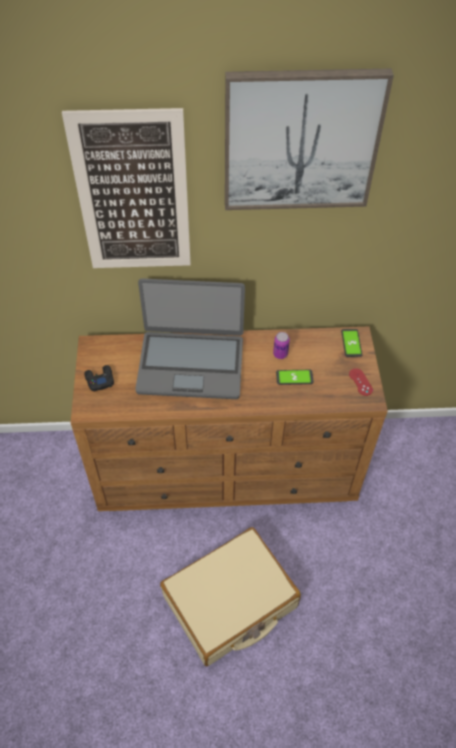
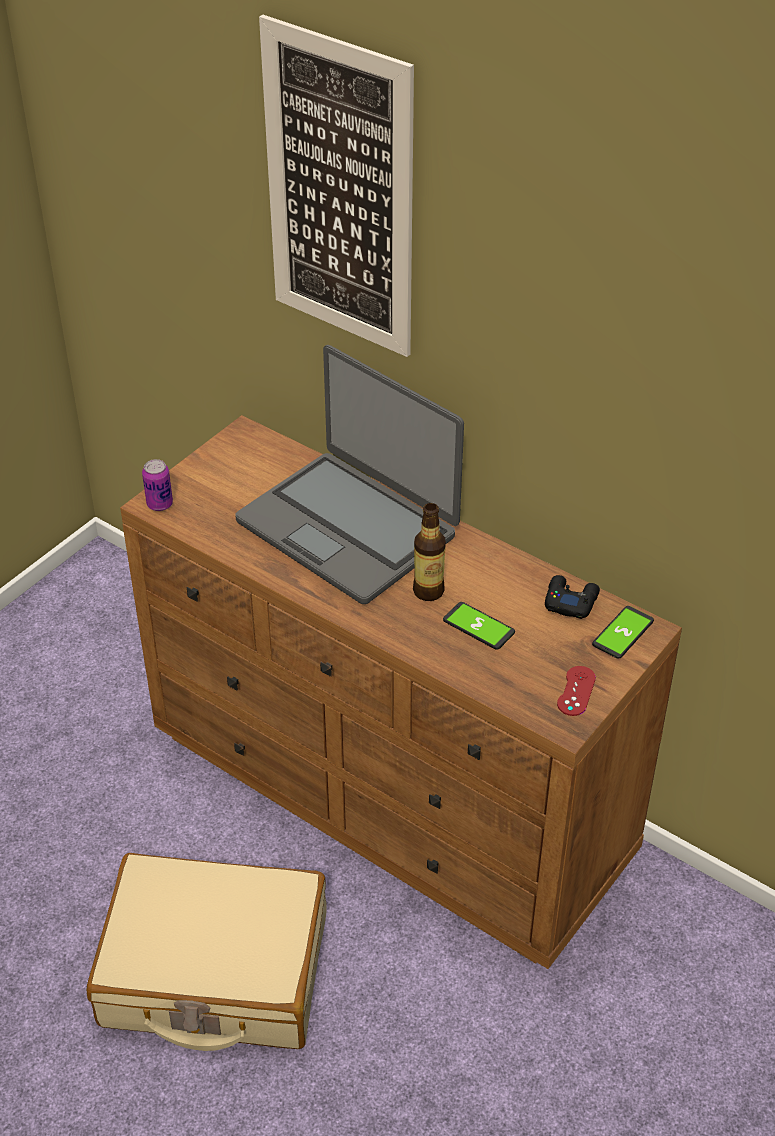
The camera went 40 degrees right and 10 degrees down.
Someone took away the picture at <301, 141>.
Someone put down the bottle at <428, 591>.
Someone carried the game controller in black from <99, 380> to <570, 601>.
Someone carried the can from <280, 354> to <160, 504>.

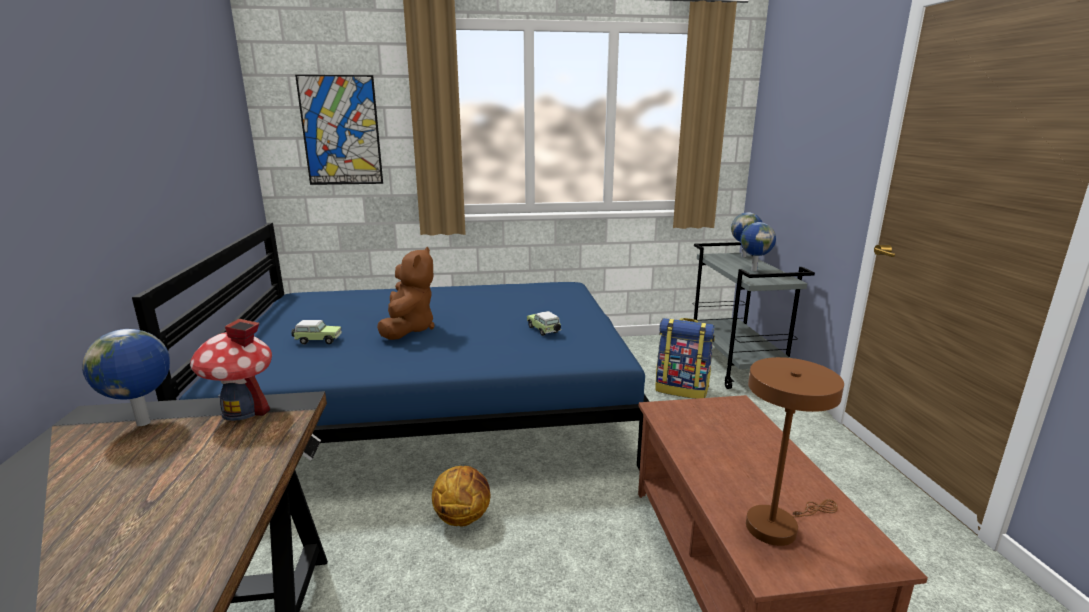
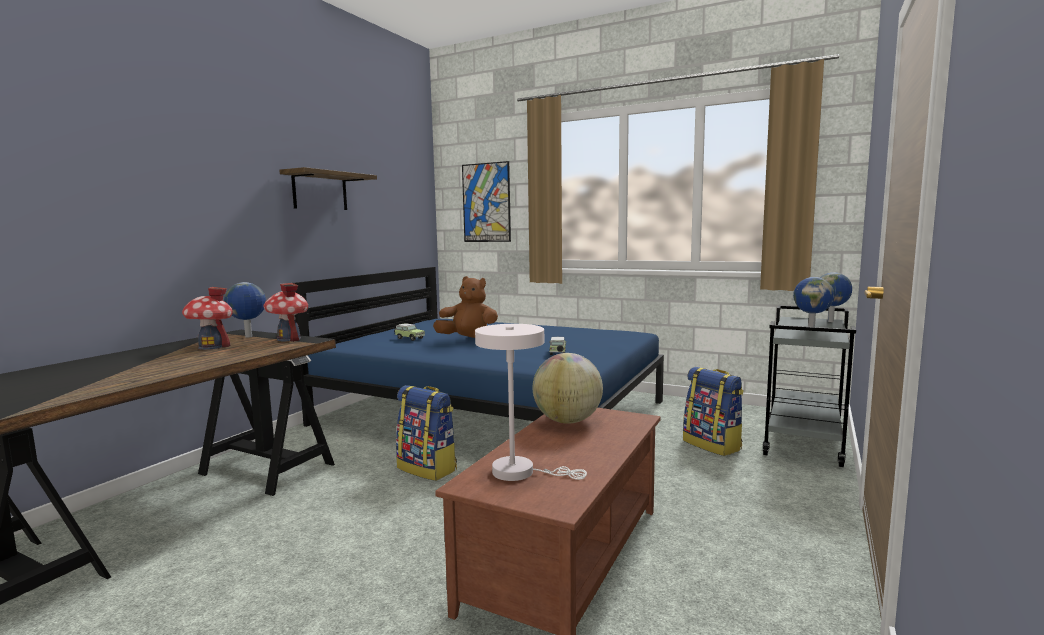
The camera went 35 degrees right and 10 degrees down.
Someone put down the toy house at <211, 347>.
Someone put up the shelf at <320, 191>.
Someone put down the globe at <567, 421>.
Someone swapped the basketball at <463, 517> for the backpack at <428, 469>.
Someone repainted the table lamp in brown at <777, 525>, which became the table lamp in white at <521, 472>.
Someone rotated the plush toy in brown at <408, 329> by 105 degrees counterclockwise.

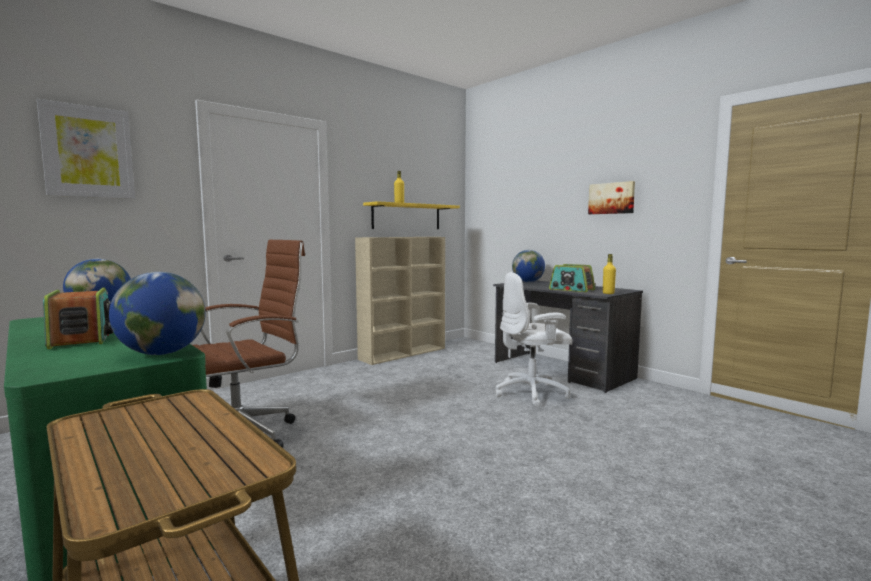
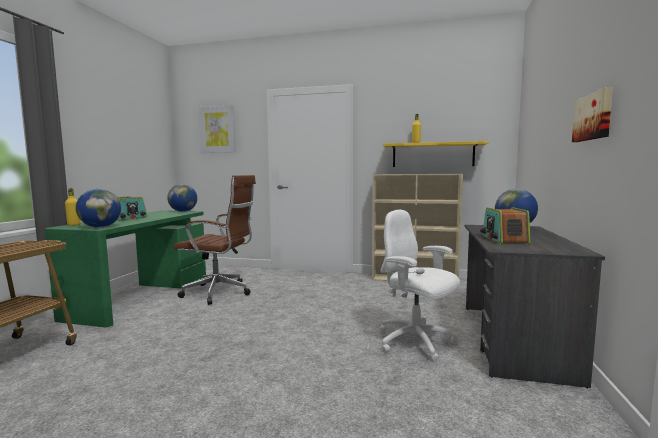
The camera went 55 degrees right and 0 degrees up.
Someone carried the bottle in yellow from <608, 293> to <74, 225>.

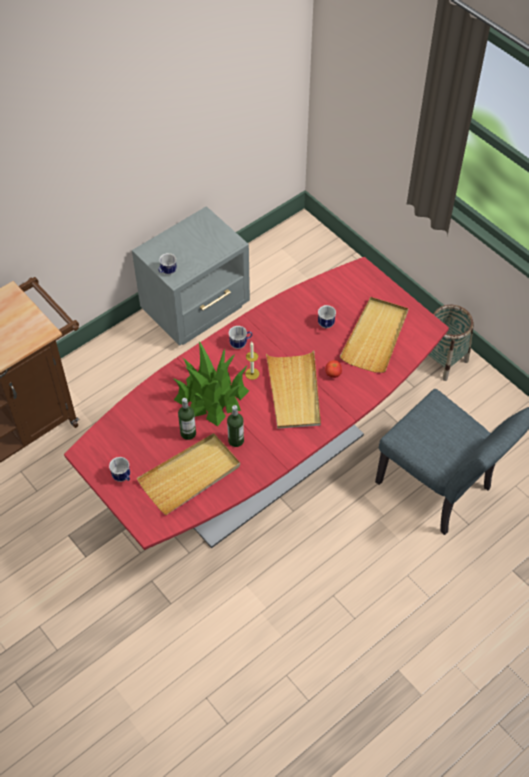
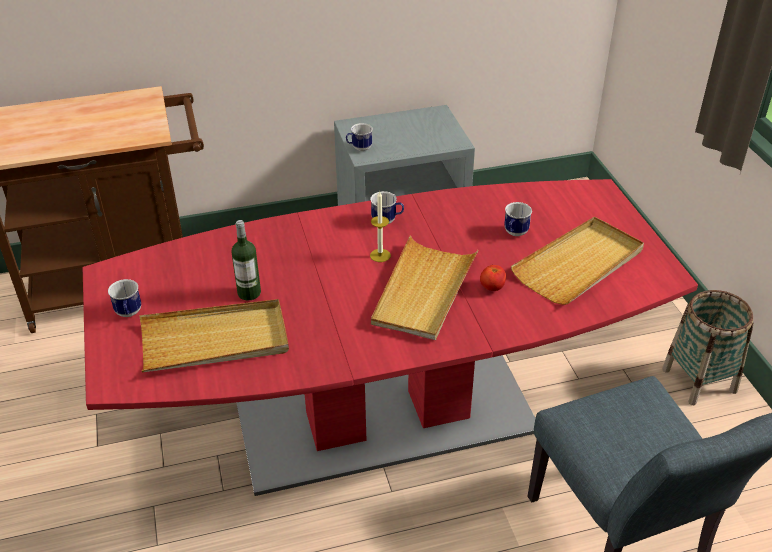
The camera went 25 degrees right and 15 degrees down.
Someone took away the potted plant at <212, 395>.
Someone took away the bottle at <236, 440>.

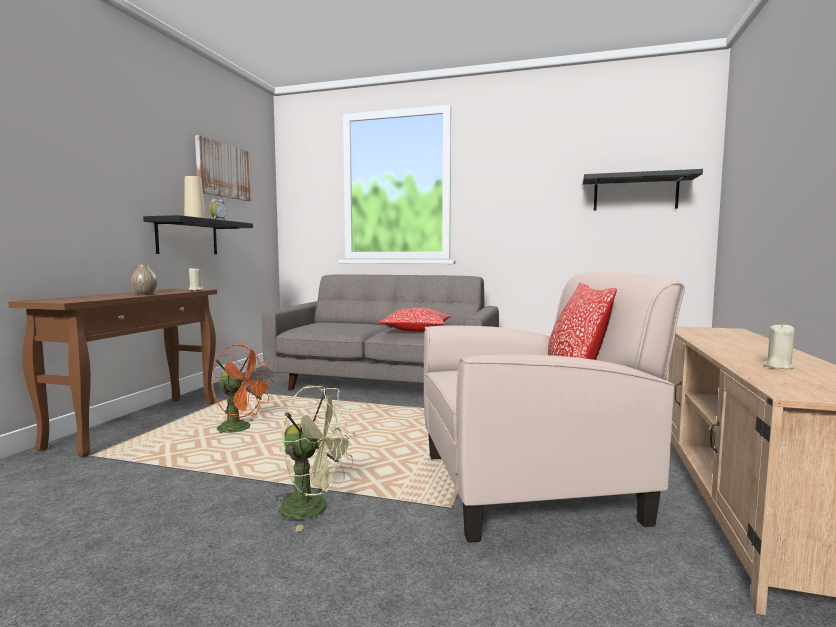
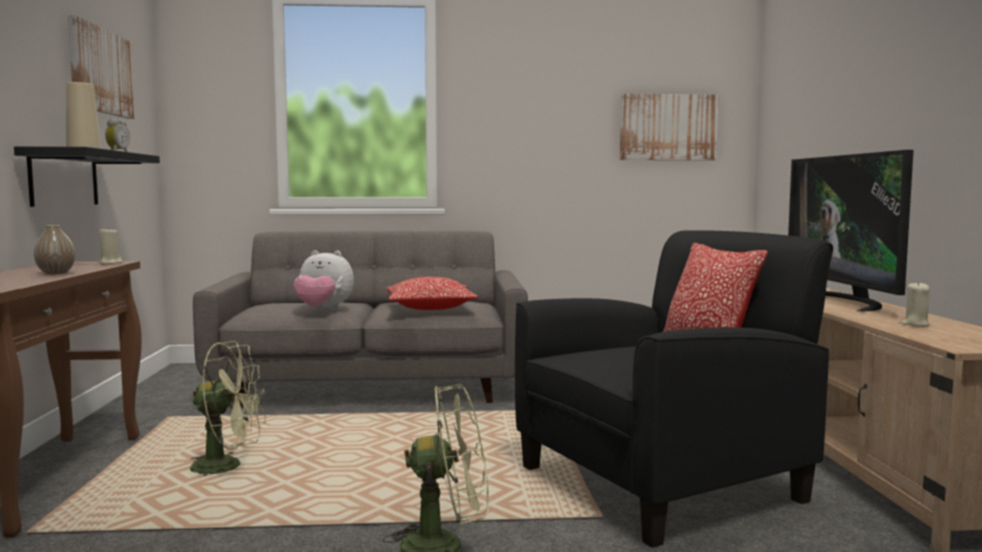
The camera went 20 degrees left and 0 degrees up.
Someone put down the plush toy at <323, 310>.
Someone put down the television at <845, 301>.
Someone swapped the shelf in black at <635, 193> for the picture at <668, 127>.
Someone repainted the fan in orange at <241, 429>, which became the fan in green at <228, 466>.
Someone repainted the armchair in beige at <530, 486>, which became the armchair in black at <662, 483>.

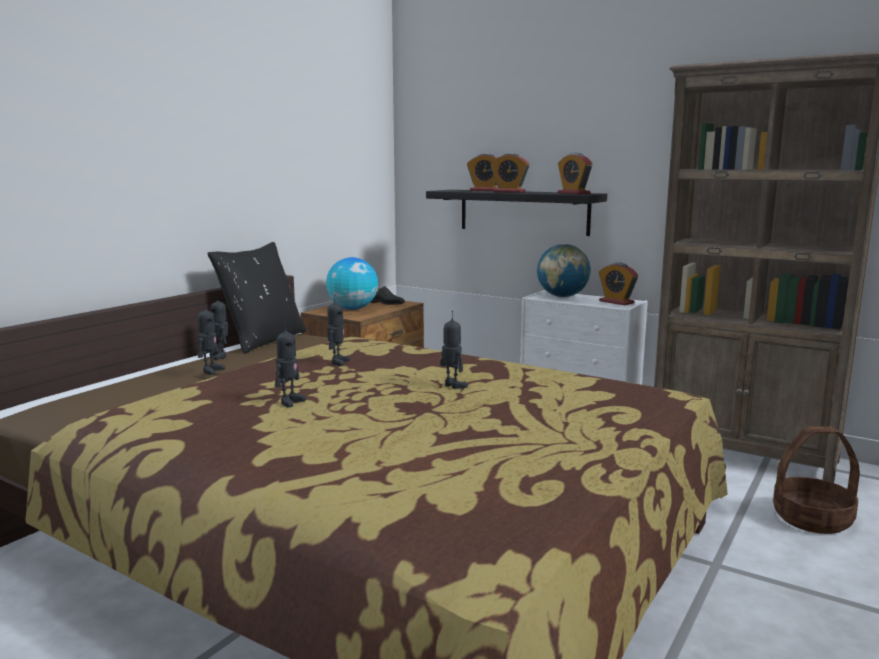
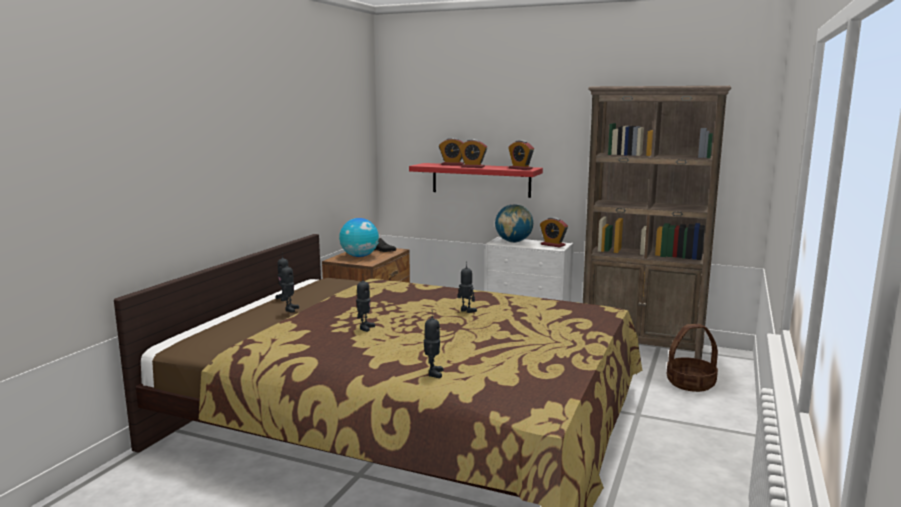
The camera went 10 degrees left and 0 degrees up.
Someone took away the pillow in black at <263, 340>.
Someone carried the toy robot from <337, 362> to <433, 373>.
Someone repainted the shelf in black at <523, 211>, which became the shelf in red at <481, 180>.

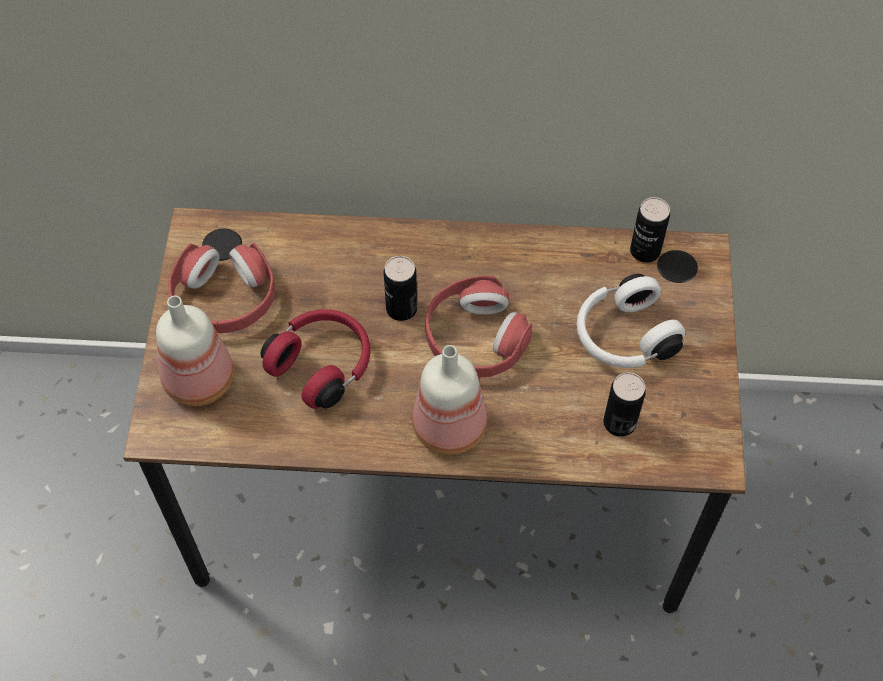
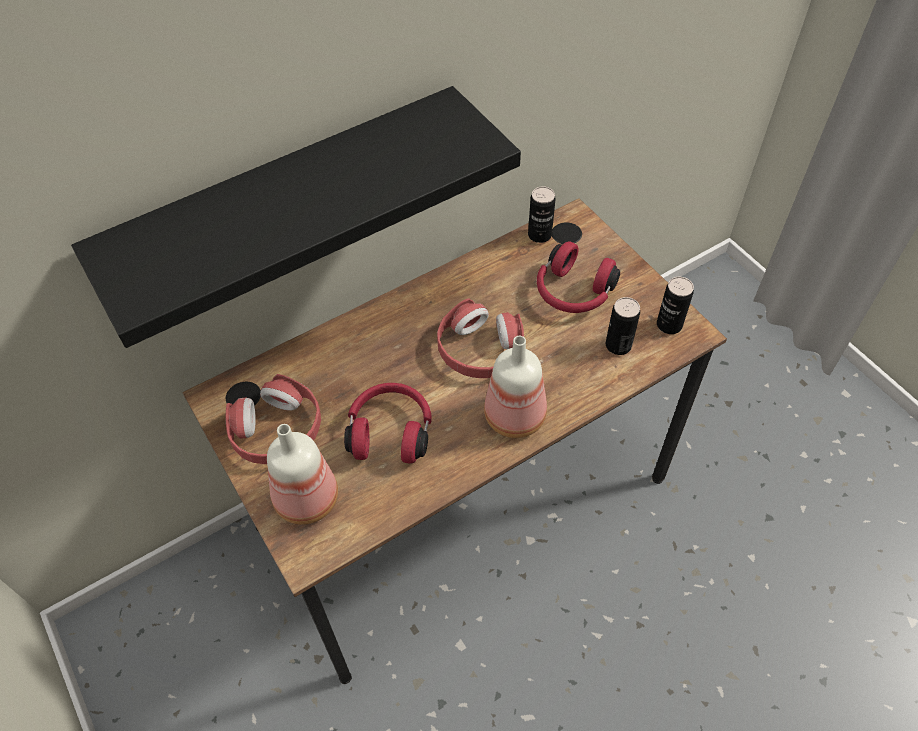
The camera went 35 degrees left and 5 degrees down.
Someone put up the shelf in black at <286, 201>.
Someone carried the can from <401, 308> to <669, 325>.
Someone repainted the headphones in white at <623, 336>, which became the headphones in red at <573, 293>.

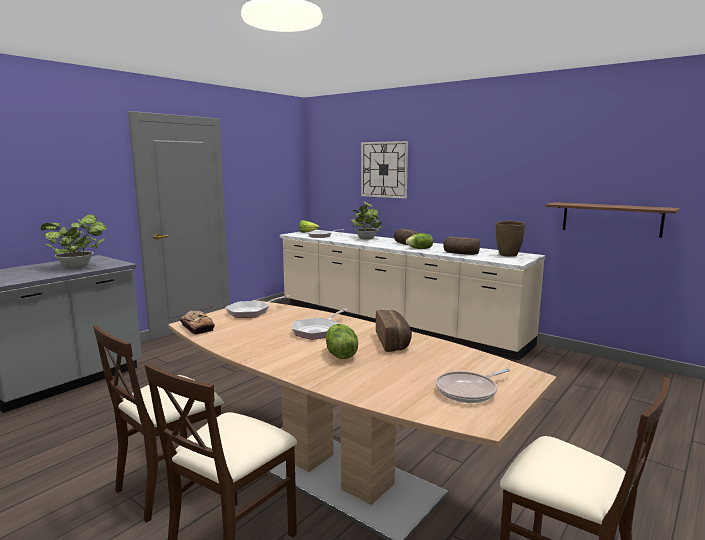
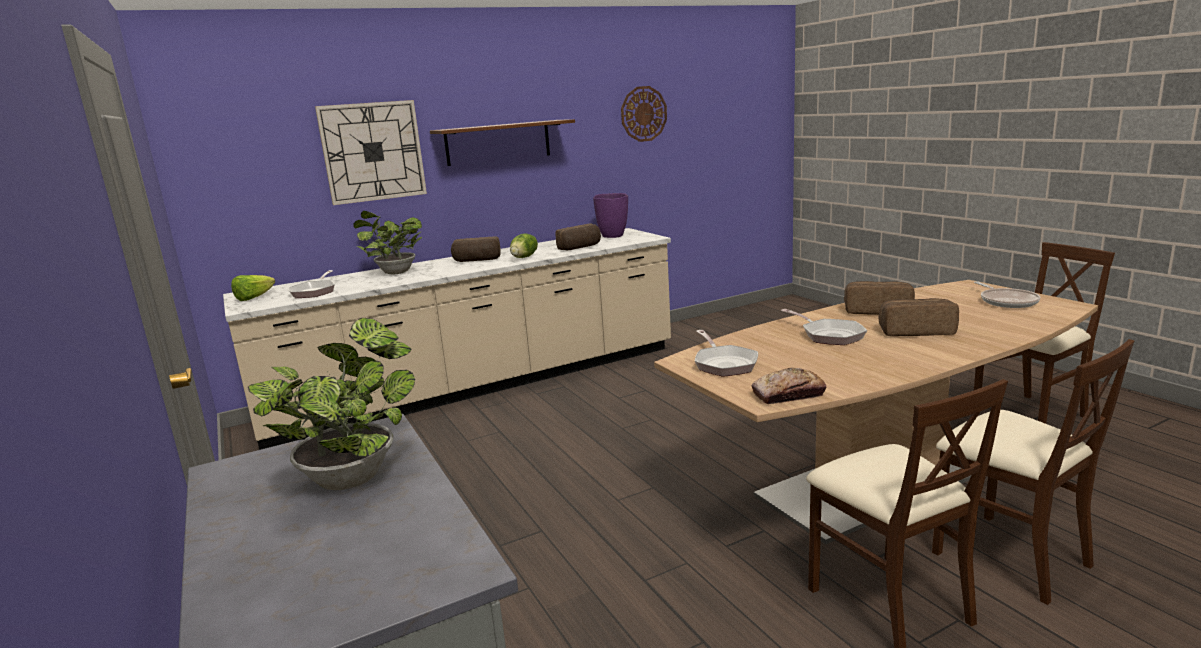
The camera went 65 degrees left and 5 degrees up.
Someone put up the wall clock at <643, 114>.
Someone carried the shelf from <611, 219> to <498, 142>.
Someone swapped the lettuce at <340, 355> for the bread at <916, 331>.
Someone repainted the vase in brown at <508, 255>, which became the vase in purple at <613, 236>.

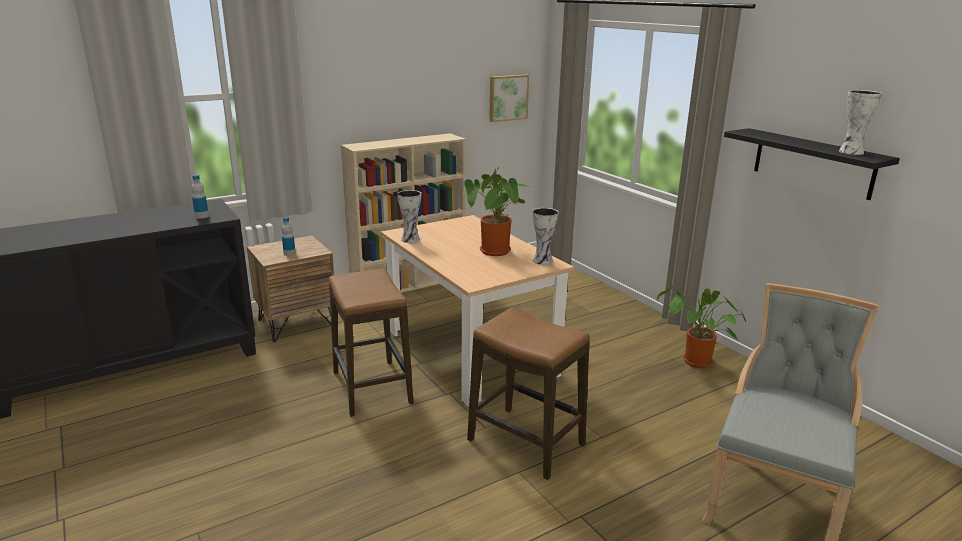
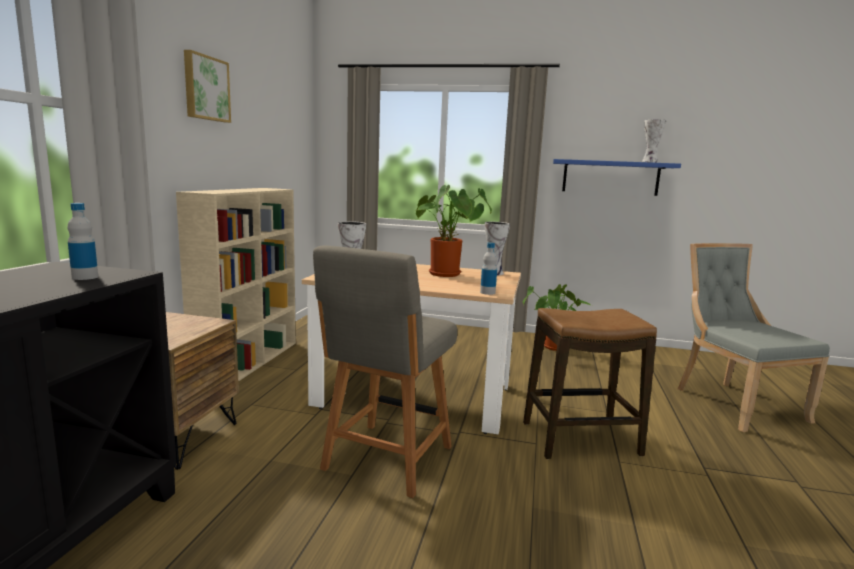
The camera went 45 degrees left and 10 degrees down.
Someone carried the bottle from <289, 253> to <487, 292>.
Someone carried the picture from <507, 97> to <205, 88>.
Someone swapped the stool at <371, 387> for the chair in grey at <386, 460>.
Someone repainted the shelf in black at <812, 163>, which became the shelf in blue at <610, 177>.

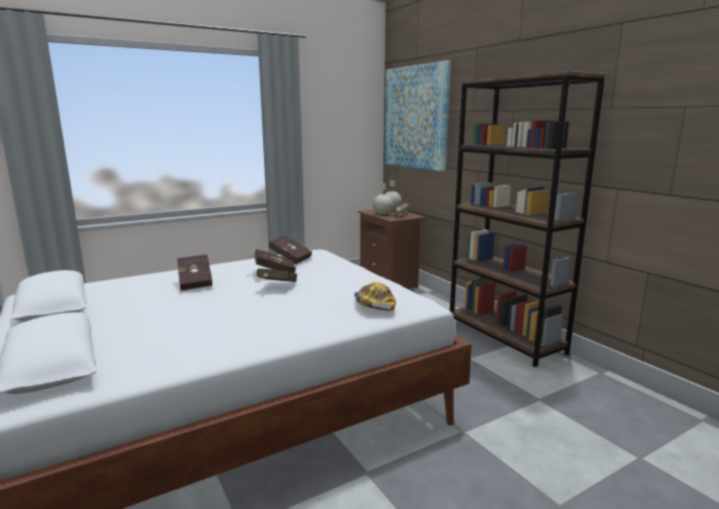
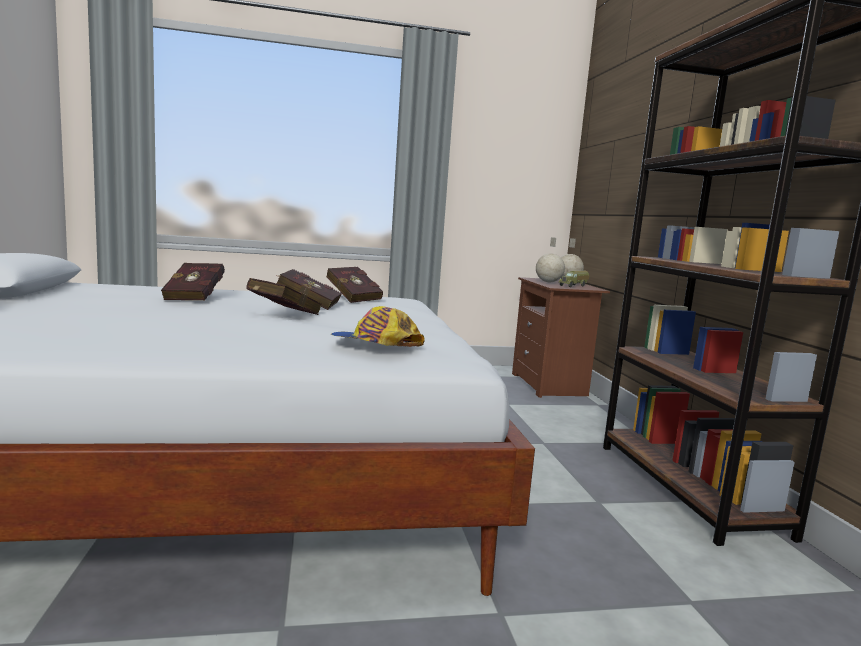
The camera went 20 degrees right and 5 degrees down.
Someone took away the picture at <415, 117>.
Someone rotated the cap at <374, 303> by 75 degrees counterclockwise.

